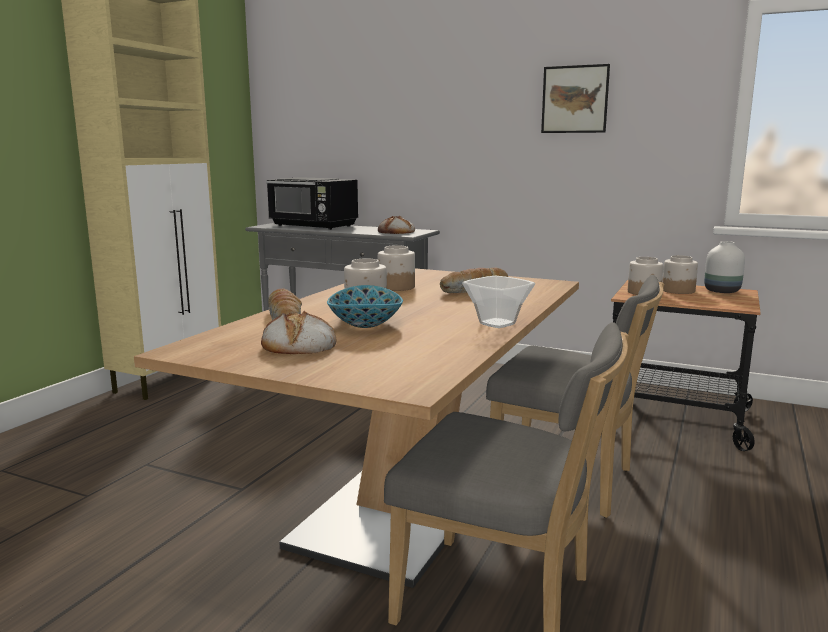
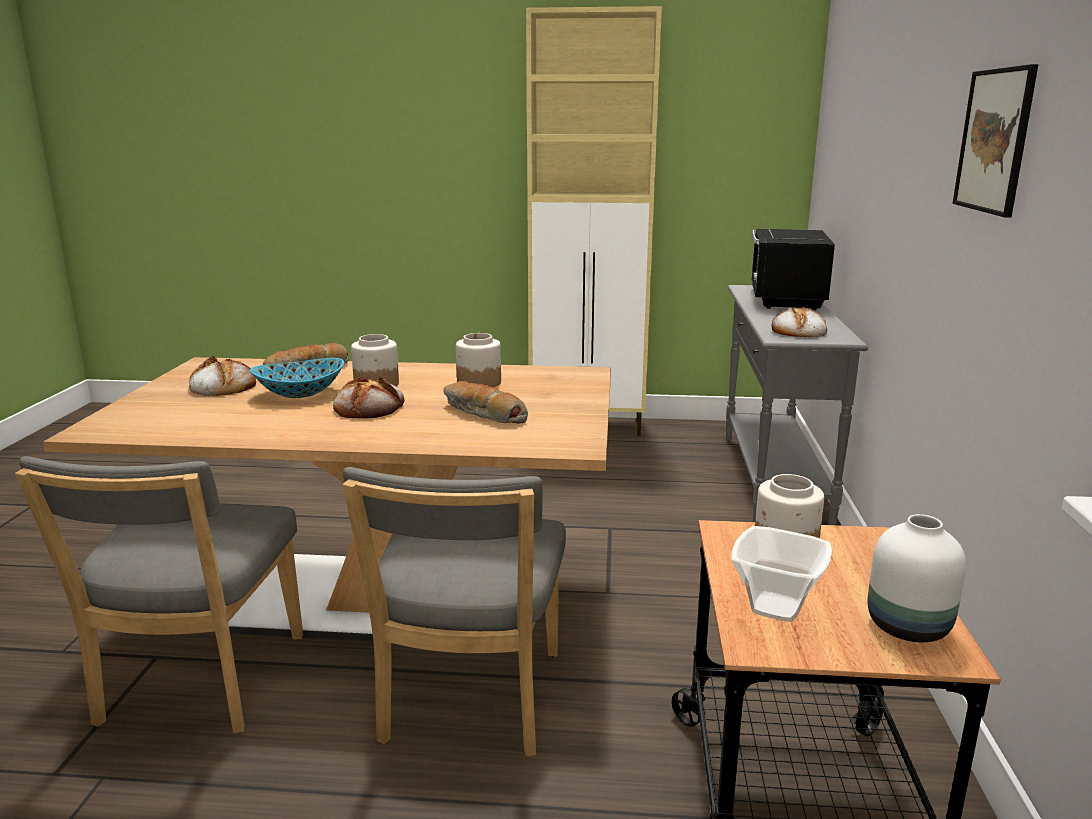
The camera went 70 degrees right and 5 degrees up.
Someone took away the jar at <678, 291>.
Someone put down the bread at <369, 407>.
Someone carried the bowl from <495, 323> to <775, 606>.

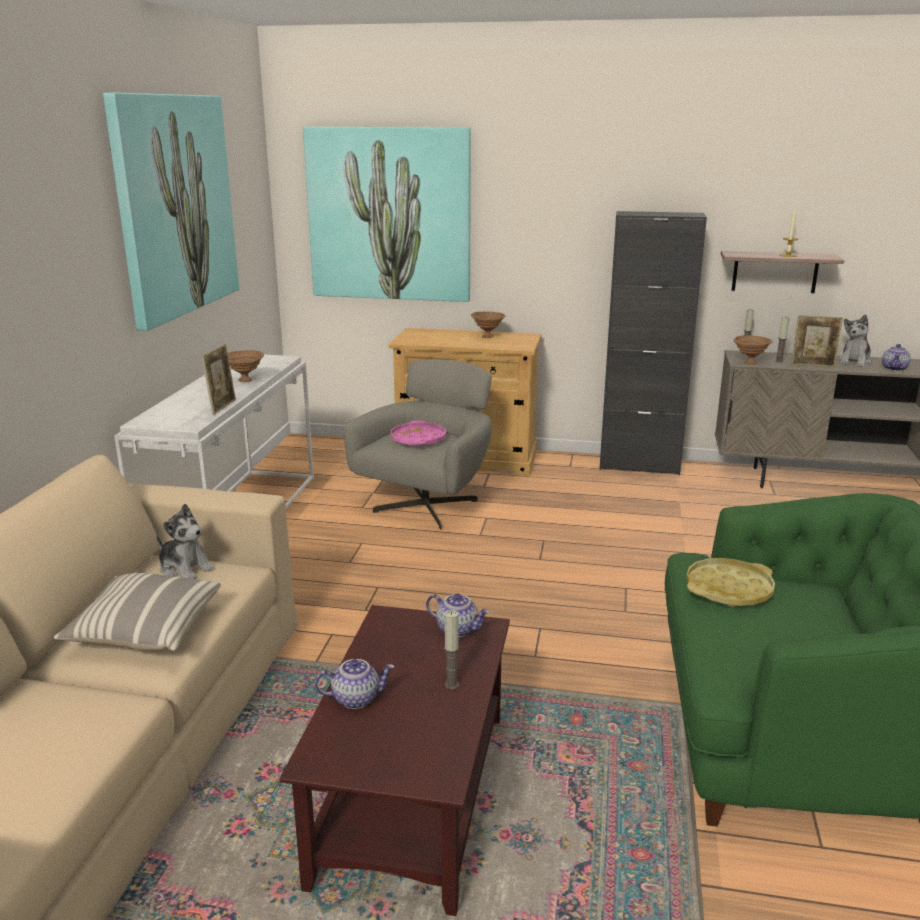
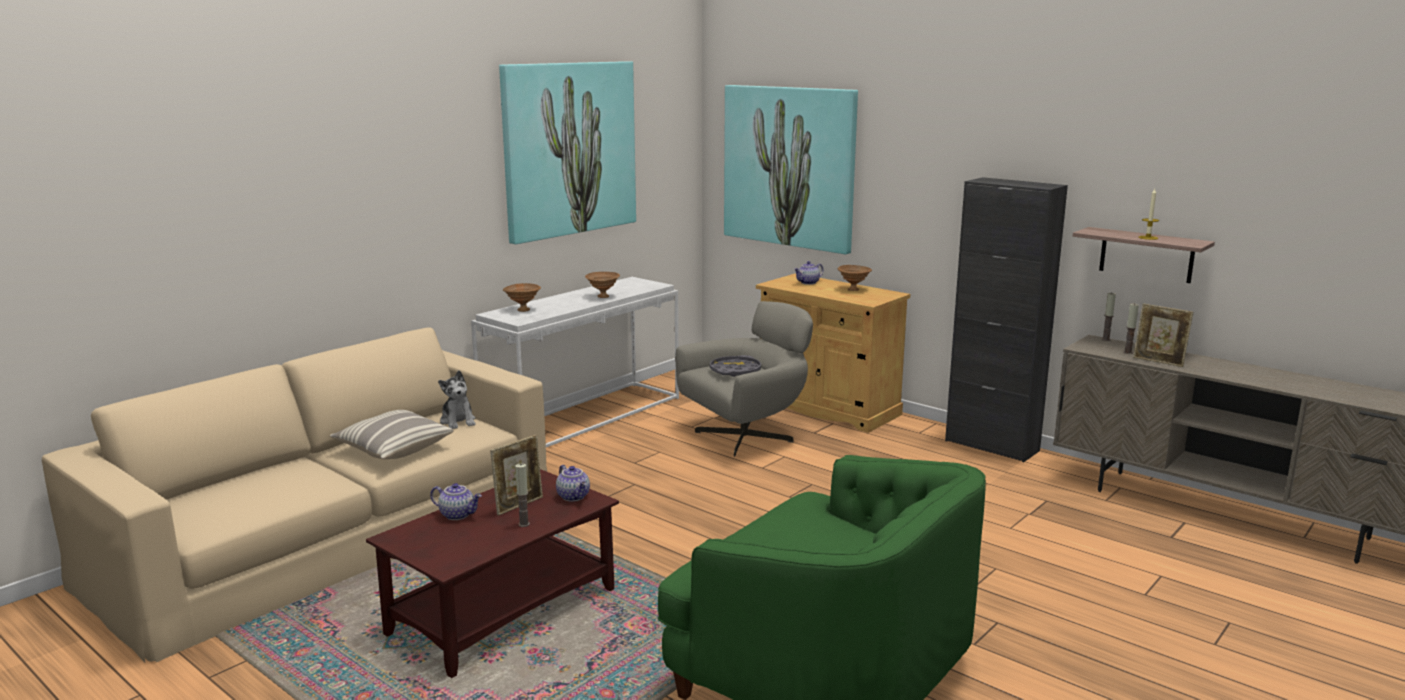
The camera went 30 degrees right and 5 degrees down.
Someone took away the tray in yellow at <729, 589>.
Someone took away the plush toy at <854, 362>.
Someone carried the picture frame from <222, 407> to <519, 505>.
Someone carried the bowl in brown from <749, 363> to <522, 310>.
Someone carried the teapot from <895, 369> to <808, 283>.
Someone repainted the tray in pink at <418, 439>, which became the tray in grey at <735, 371>.

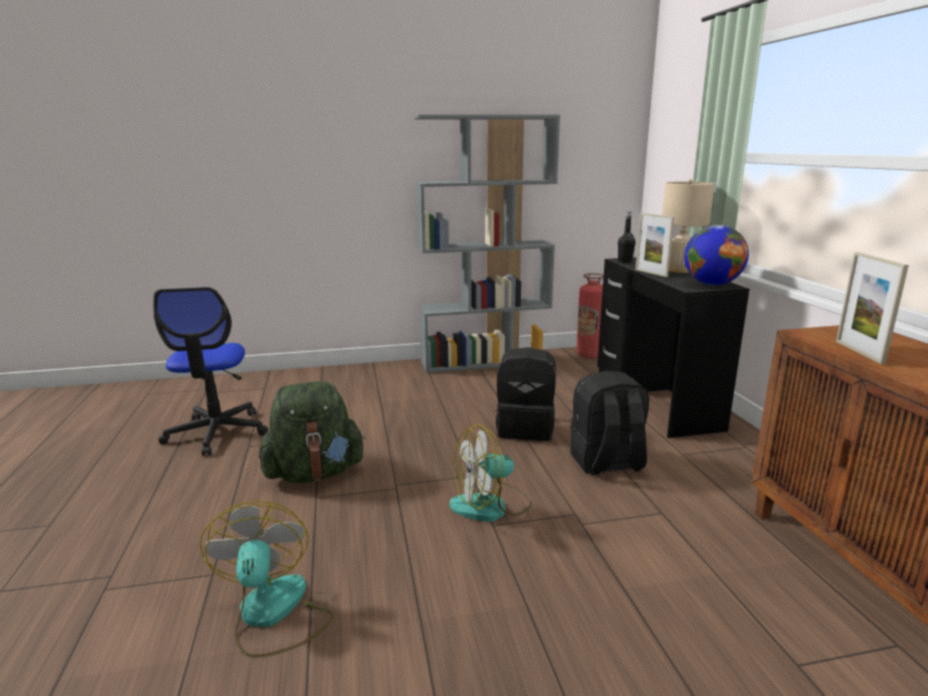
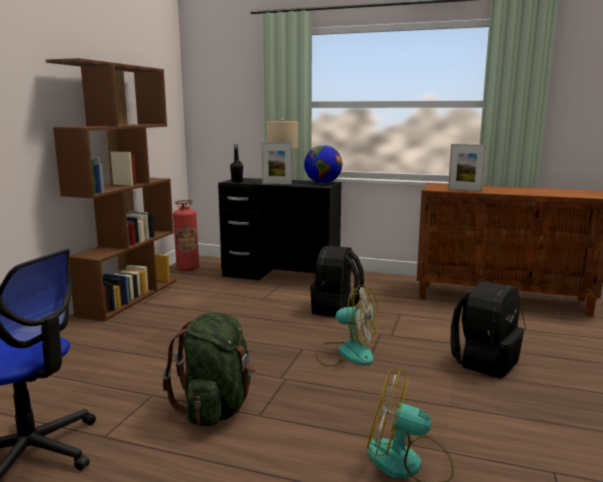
The camera went 60 degrees left and 5 degrees down.
Someone carried the backpack in black from <526, 428> to <485, 361>.
Someone repainted the bookcase in grey at <485, 361>, which became the bookcase in brown at <129, 297>.
Someone rotated the fan at <491, 506> by 75 degrees counterclockwise.

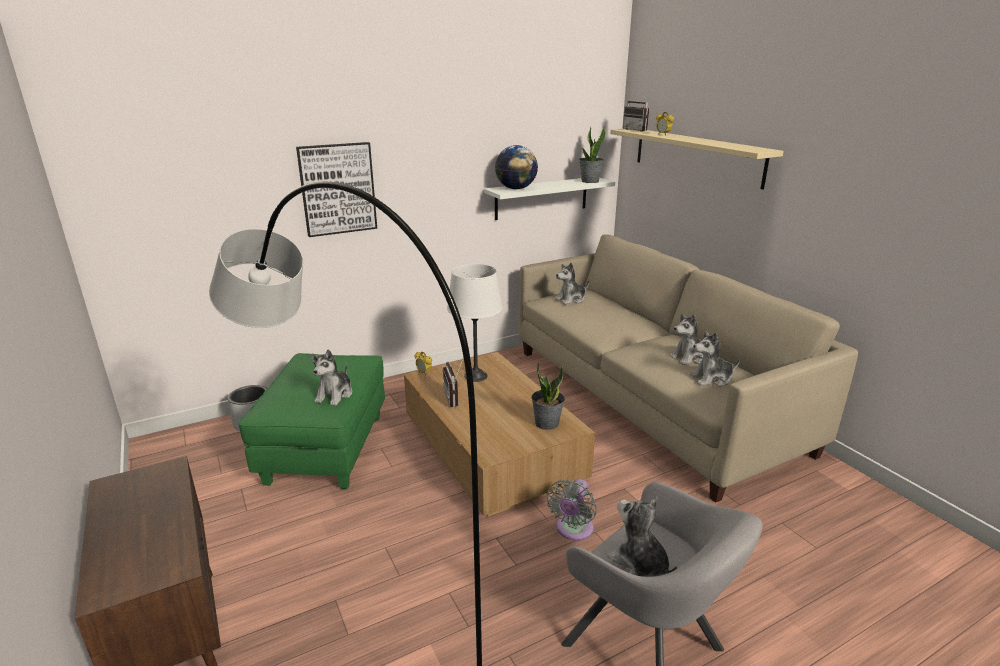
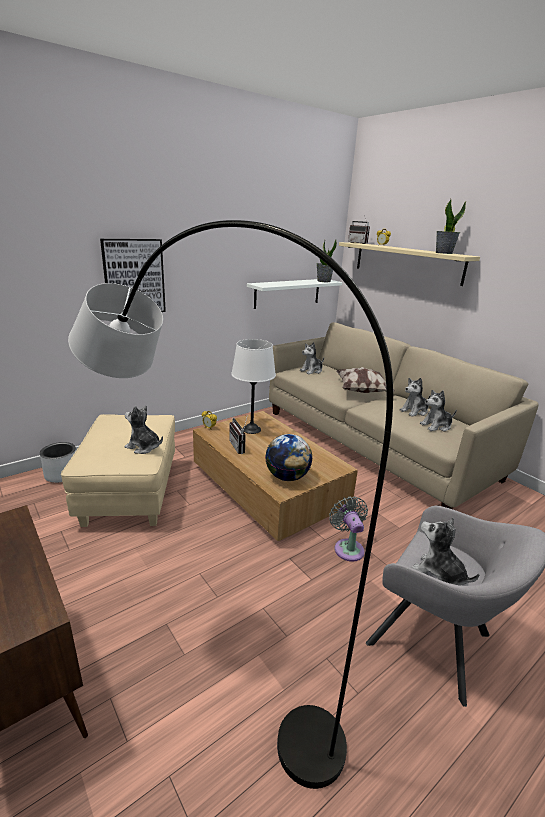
The camera went 10 degrees left and 0 degrees up.
Someone put down the pillow at <362, 391>.
Someone carried the globe from <516, 189> to <287, 477>.
Someone carried the potted plant from <546, 423> to <443, 253>.
Someone repainted the ottoman in green at <326, 449>, which became the ottoman in beige at <130, 493>.
Someone rotated the plush toy at <335, 395> by 105 degrees clockwise.
Someone rotated the fan in grey at <573, 530> by 150 degrees clockwise.

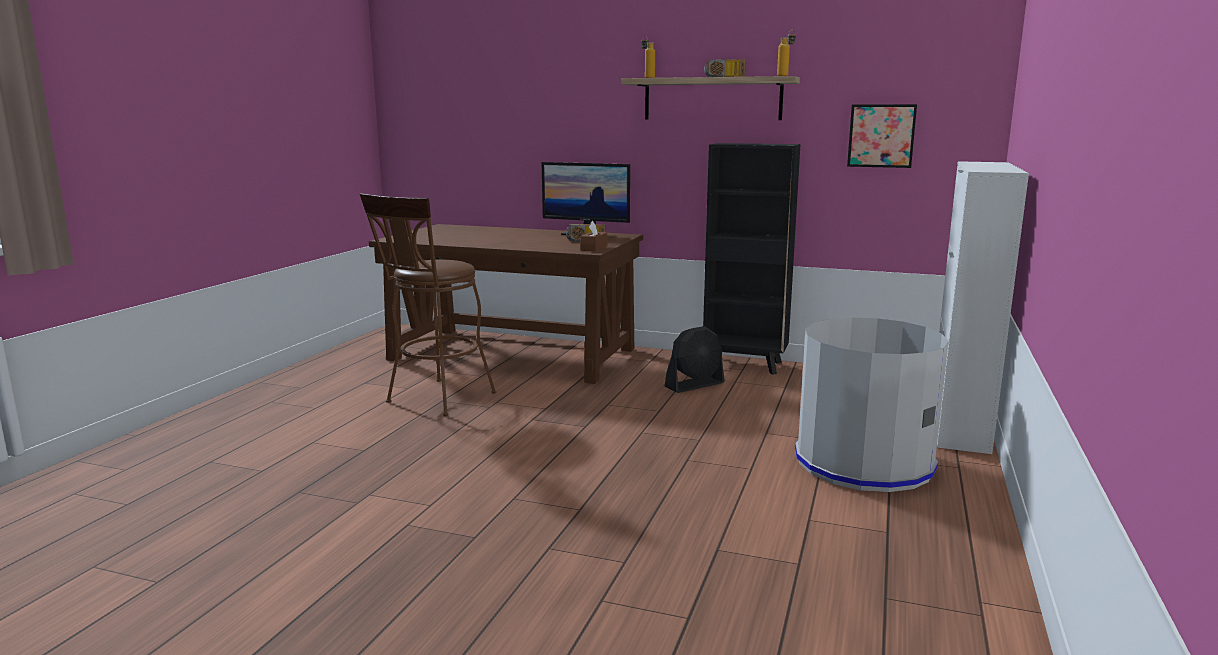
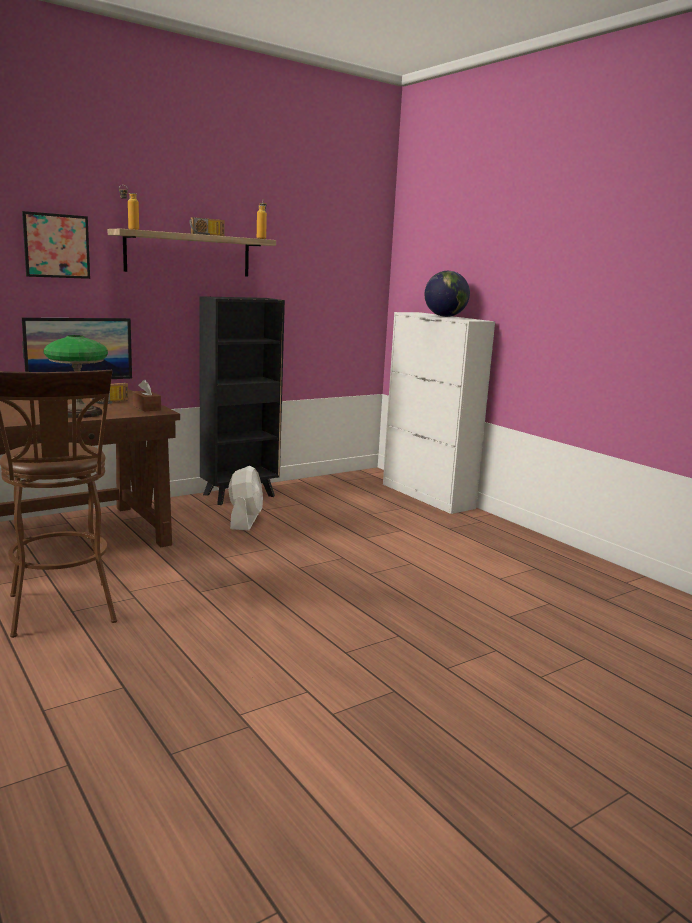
The camera went 55 degrees left and 0 degrees up.
Someone took away the trash can in grey at <863, 462>.
Someone put down the table lamp at <78, 413>.
Someone put down the globe at <445, 316>.
Someone carried the picture from <881, 136> to <56, 246>.
Someone repainted the fan in black at <695, 385>, which became the fan in white at <245, 521>.

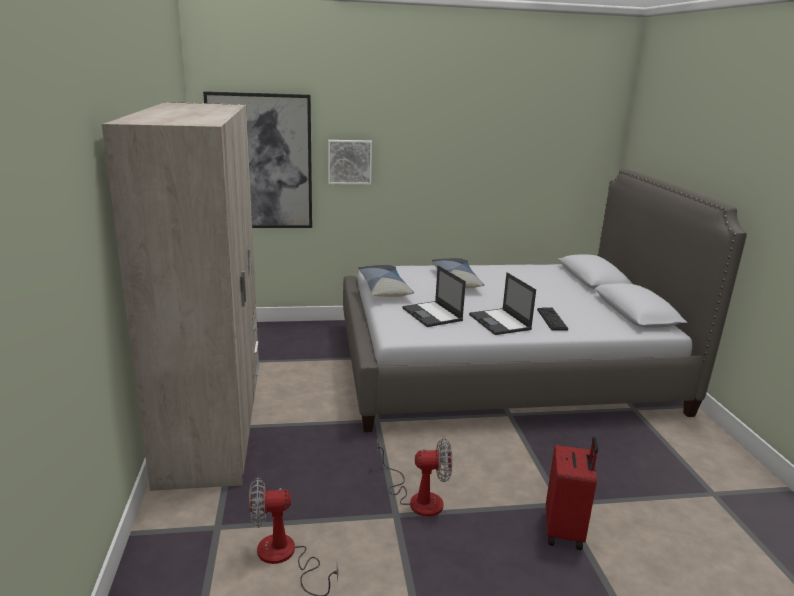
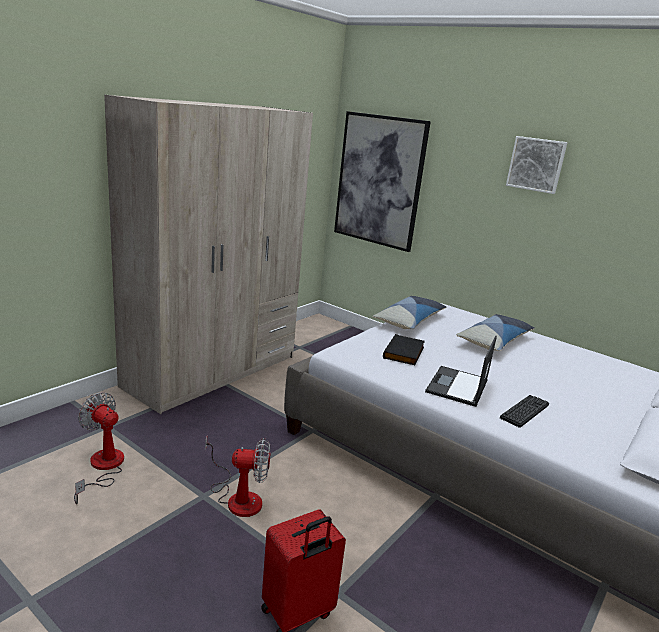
The camera went 45 degrees right and 0 degrees up.
Someone carried the picture from <349, 161> to <536, 164>.
Someone swapped the laptop at <432, 314> for the book in black at <405, 353>.
Someone rotated the fan at <417, 498> by 45 degrees counterclockwise.

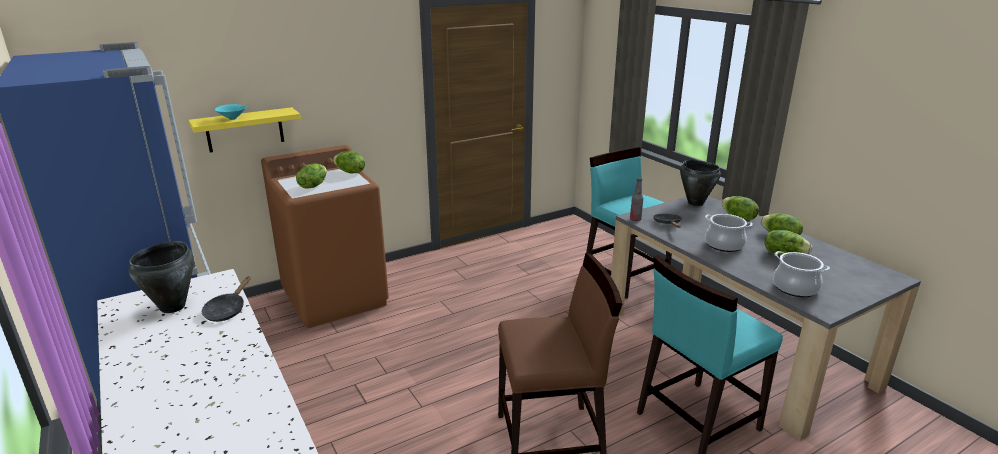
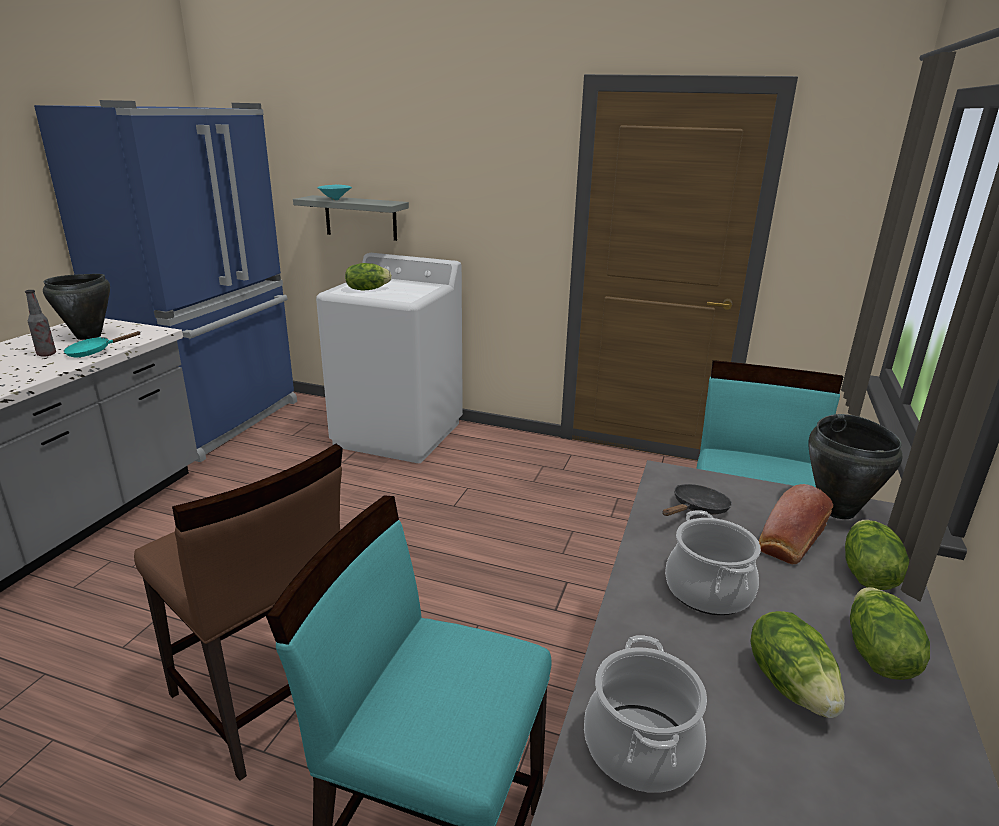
The camera went 50 degrees right and 0 degrees up.
Someone took away the lettuce at <350, 172>.
Someone put down the bread at <789, 542>.
Someone carried the bottle from <635, 219> to <46, 354>.
Someone repainted the shelf in yellow at <245, 130>, which became the shelf in grey at <360, 218>.
Someone repainted the frying pan in black at <227, 310>, which became the frying pan in turquoise at <94, 352>.
Someone repainted the washing machine in brown at <335, 297>, which became the washing machine in white at <399, 434>.

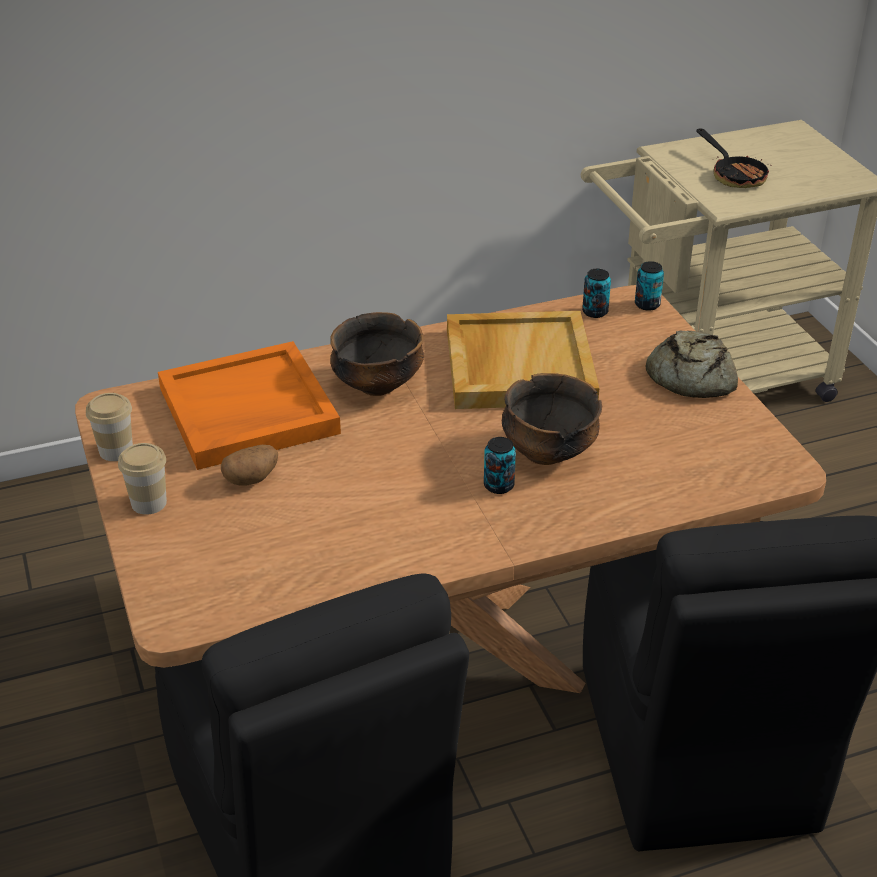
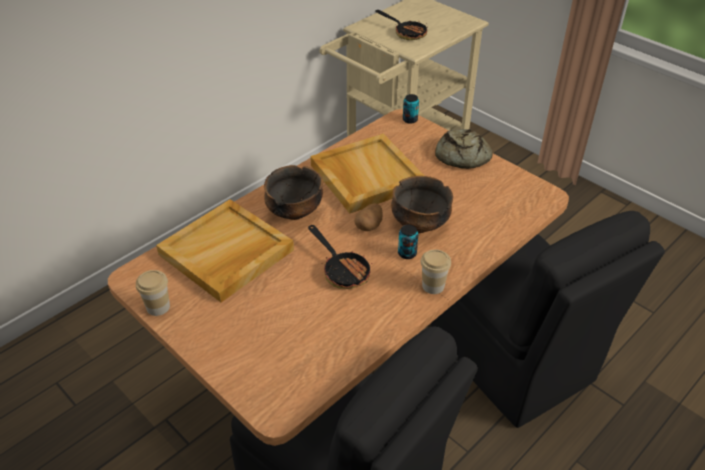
The camera went 25 degrees left and 5 degrees up.
Someone took away the can at <595, 312>.
Someone put down the frying pan at <342, 270>.
Someone carried the cup from <149, 503> to <433, 286>.
Someone carried the potato from <251, 479> to <369, 225>.
Someone repainted the tray in orange at <247, 411>, which became the tray in beige at <226, 253>.

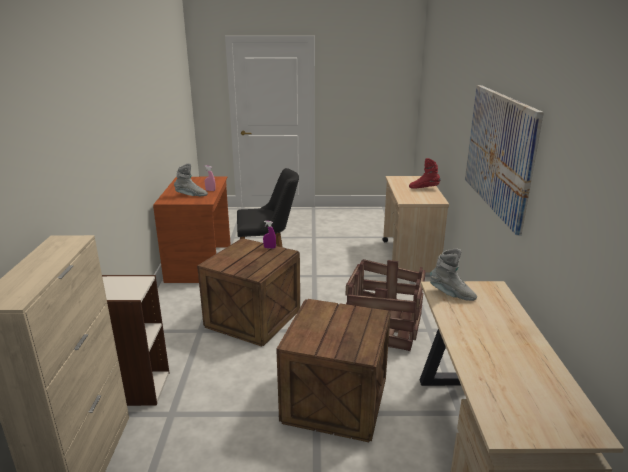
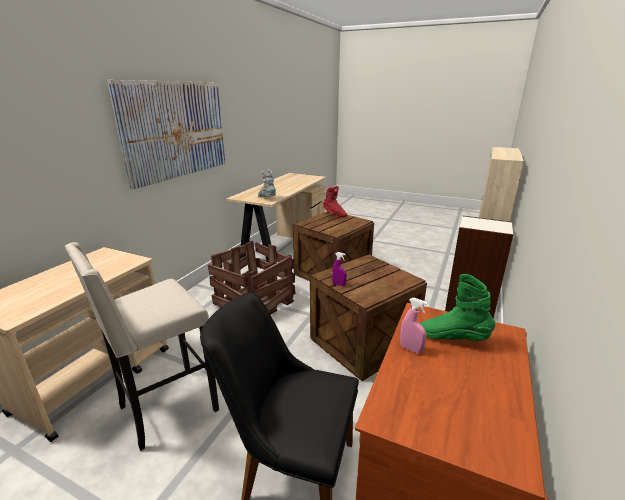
The camera went 155 degrees left and 0 degrees up.
Someone put down the stool in beige at <166, 409>.
Someone carried the boot in red from <424, 188> to <334, 214>.
Someone repainted the boot in grey at <191, 195>, which became the boot in green at <452, 338>.

